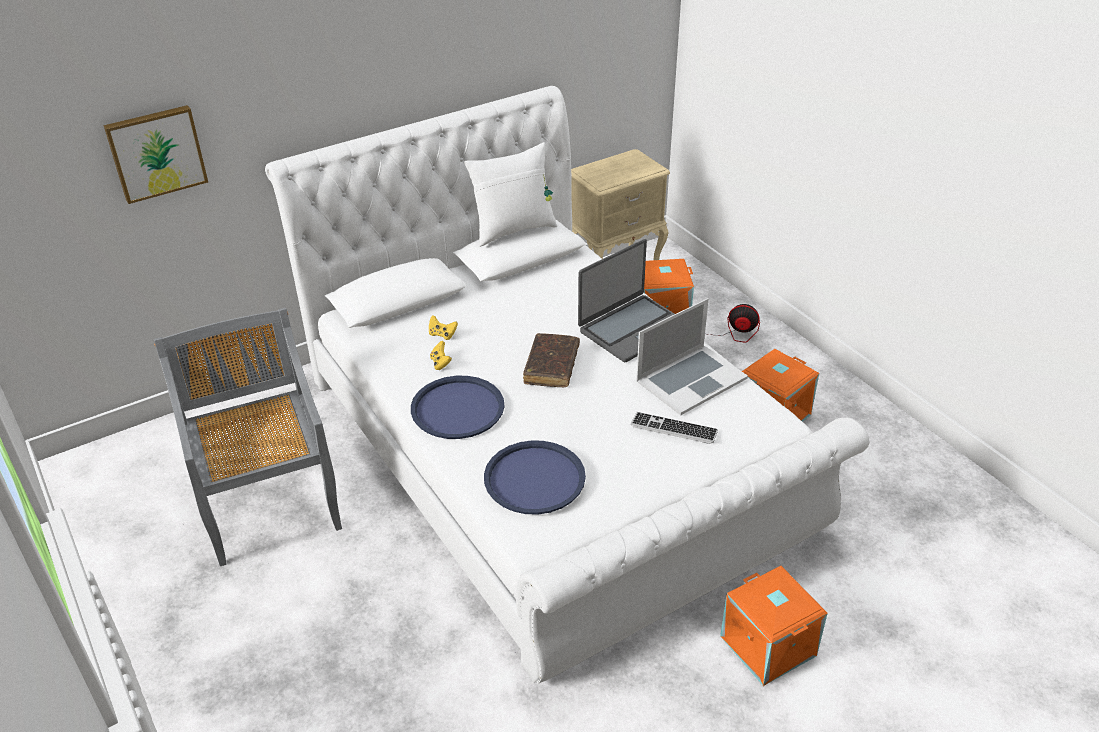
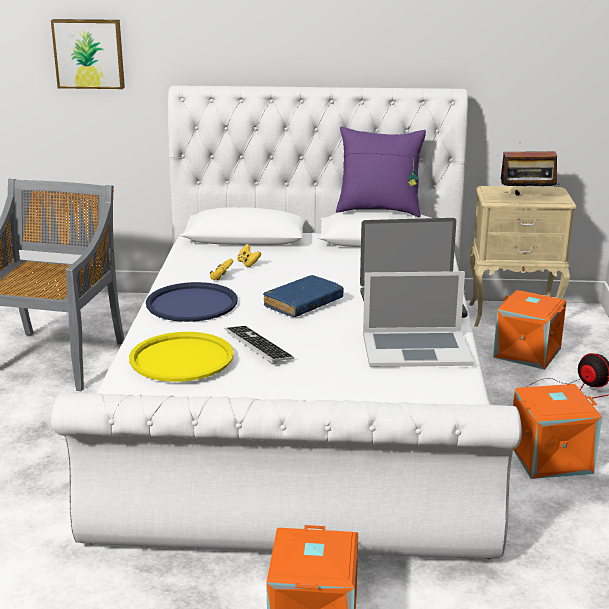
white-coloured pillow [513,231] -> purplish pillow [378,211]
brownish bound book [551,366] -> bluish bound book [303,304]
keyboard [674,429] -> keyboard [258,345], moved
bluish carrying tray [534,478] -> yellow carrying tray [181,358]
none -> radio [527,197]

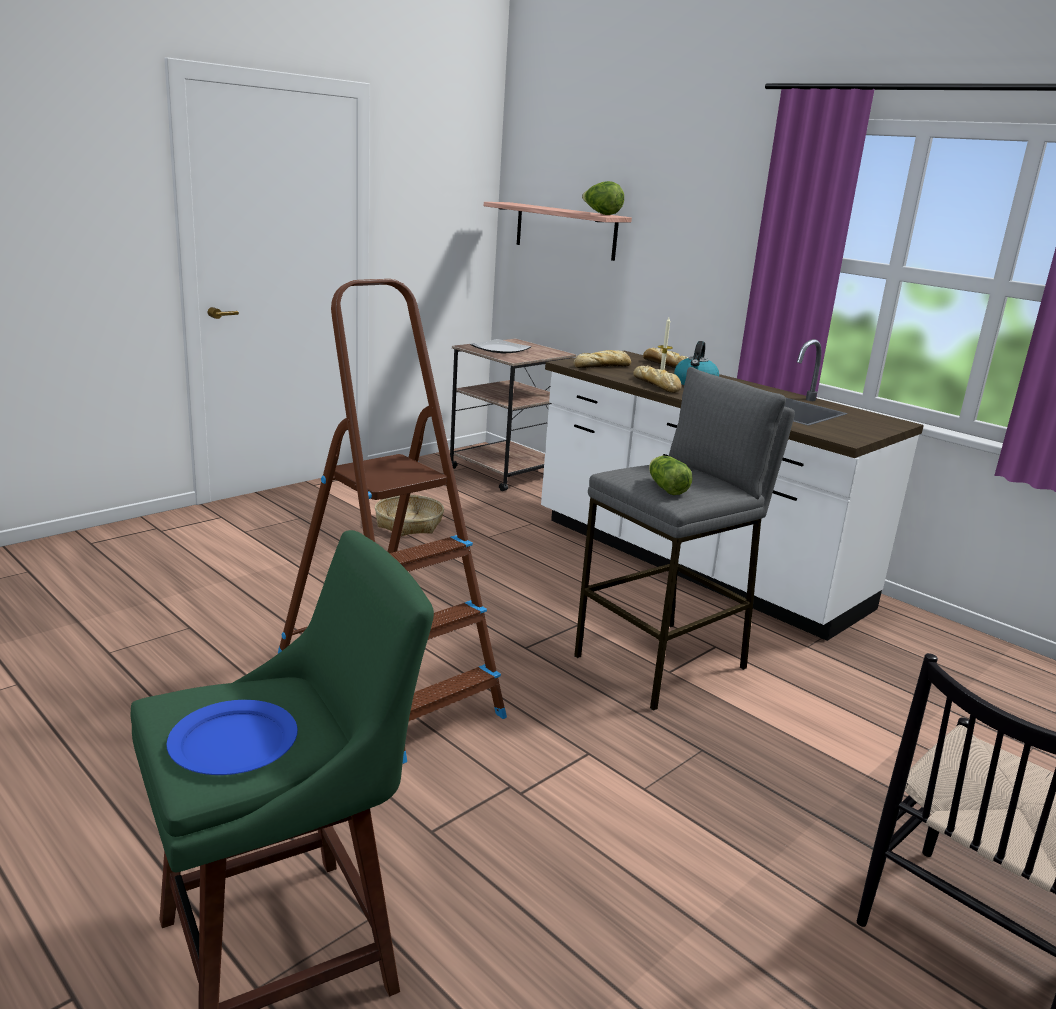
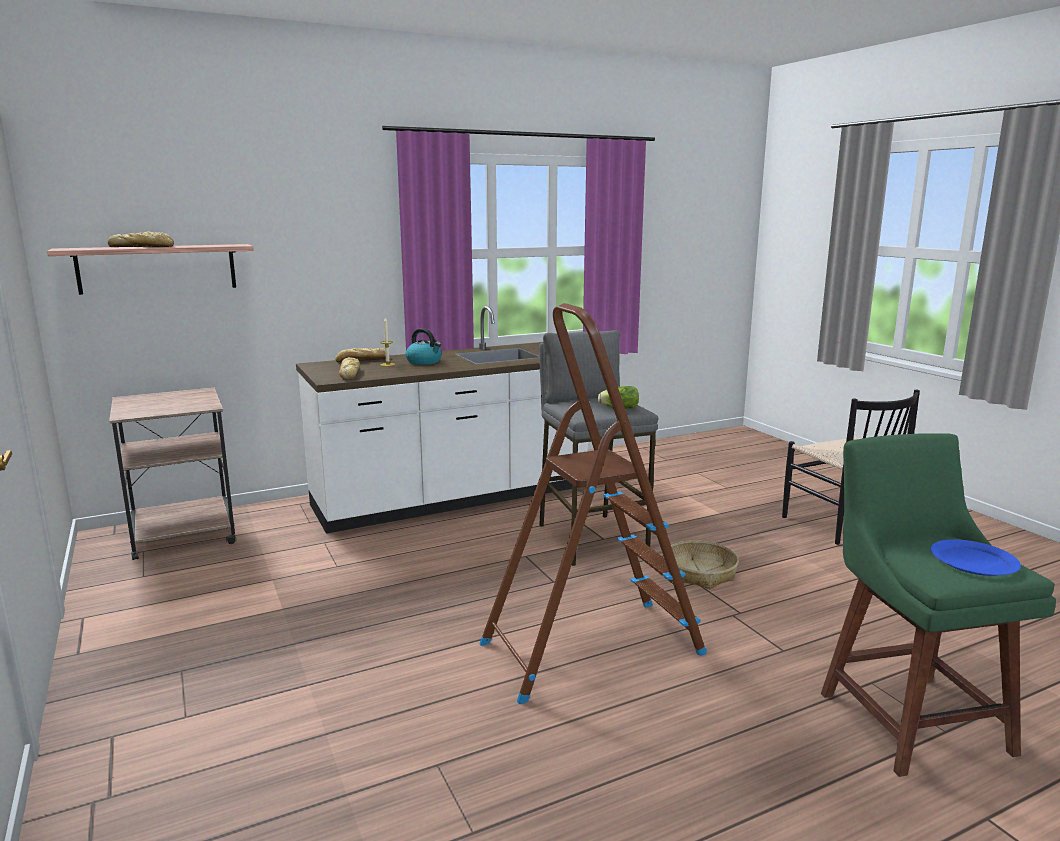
lettuce head [601,214] -> none
flat dish [500,349] -> none
bread [656,385] -> bread [143,247], moved
basket [408,524] -> basket [700,573], moved

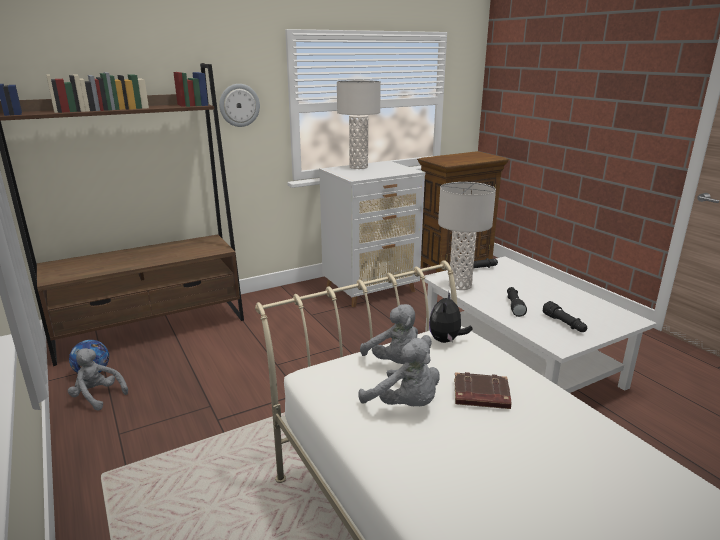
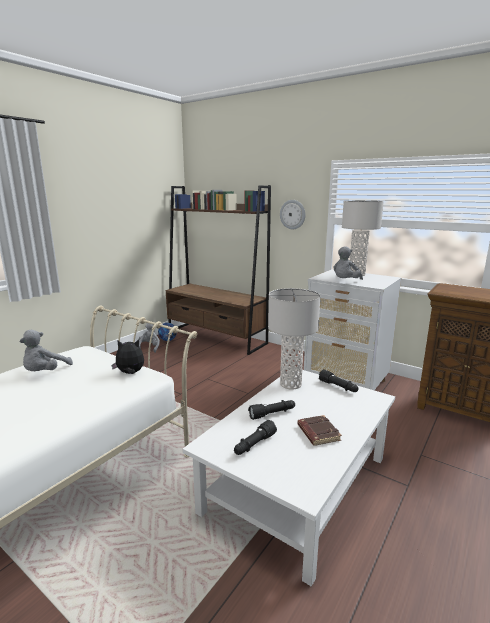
grey cuddly toy [397,363] -> grey cuddly toy [345,282], moved
brownish bound book [480,396] -> brownish bound book [317,433], moved

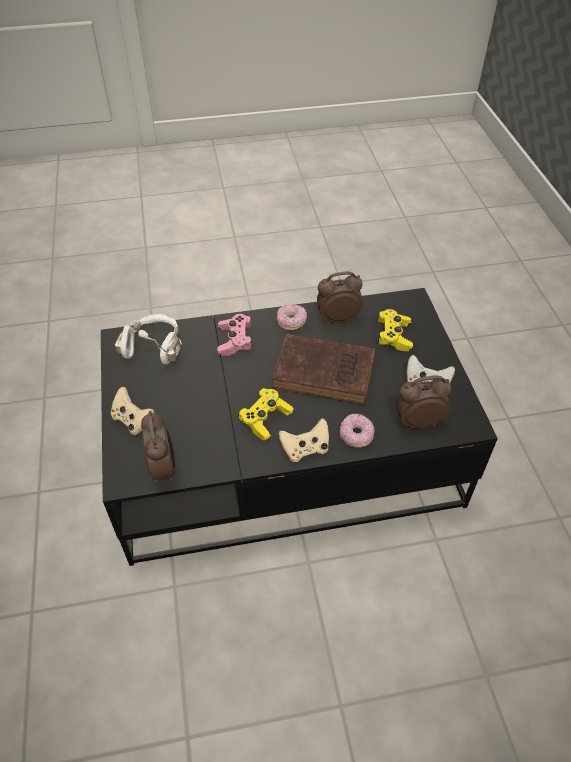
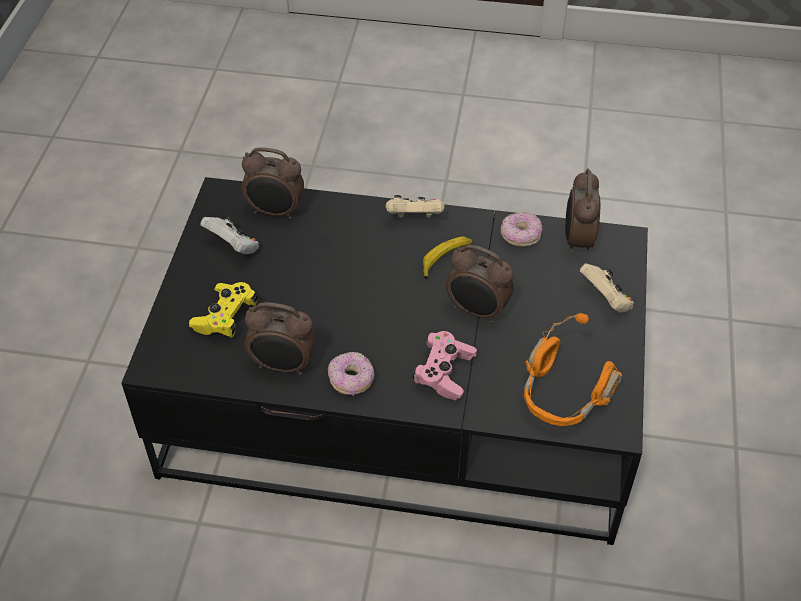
white-coloured headset [154,347] -> orange-coloured headset [563,396]
brownish bound book [327,373] -> none
yellow joypad [265,419] -> whole banana [445,260]
doughnut [356,435] -> doughnut [520,236], moved
none -> bedside clock [477,311]

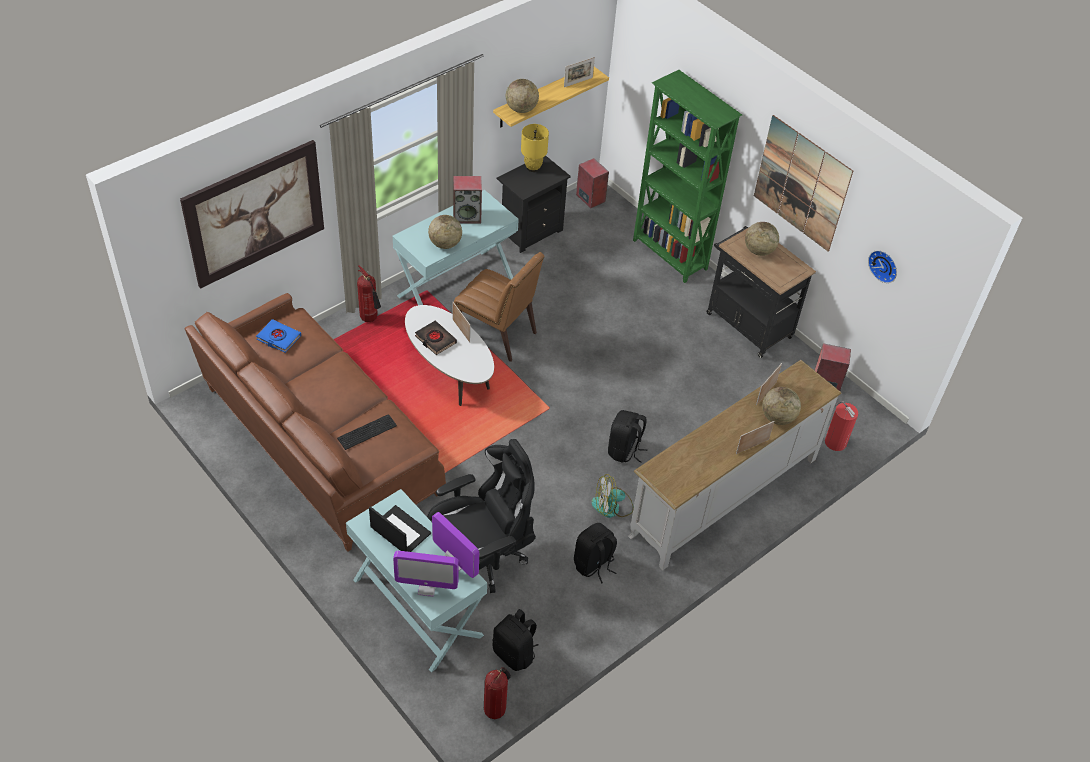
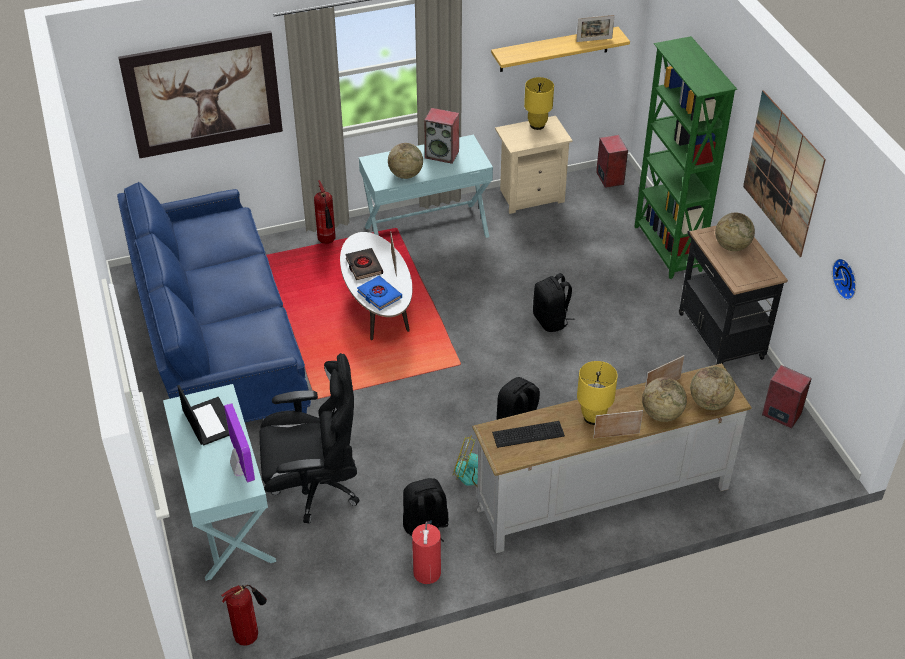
desk globe [521,109] -> desk globe [709,403], moved
blackish bedside table [530,231] -> beige-coloured bedside table [530,196]
brownish plain chair [496,333] -> none
brownish sofa [318,442] -> bluish sofa [217,339]
bluish bound book [278,338] -> bluish bound book [379,295], moved
fire extinguisher [835,441] -> fire extinguisher [427,571], moved
keyboard [366,431] -> keyboard [527,433], moved
monitor [427,588] -> none
blackish rucksack [515,653] -> blackish rucksack [551,321], moved
none -> yellow lamp for a table [593,417]

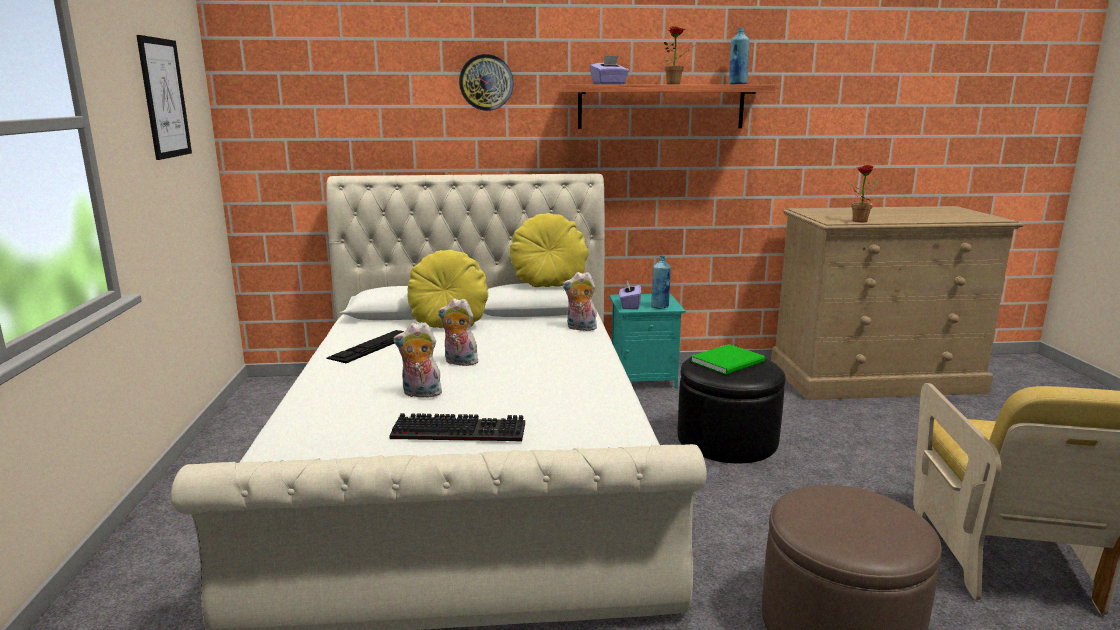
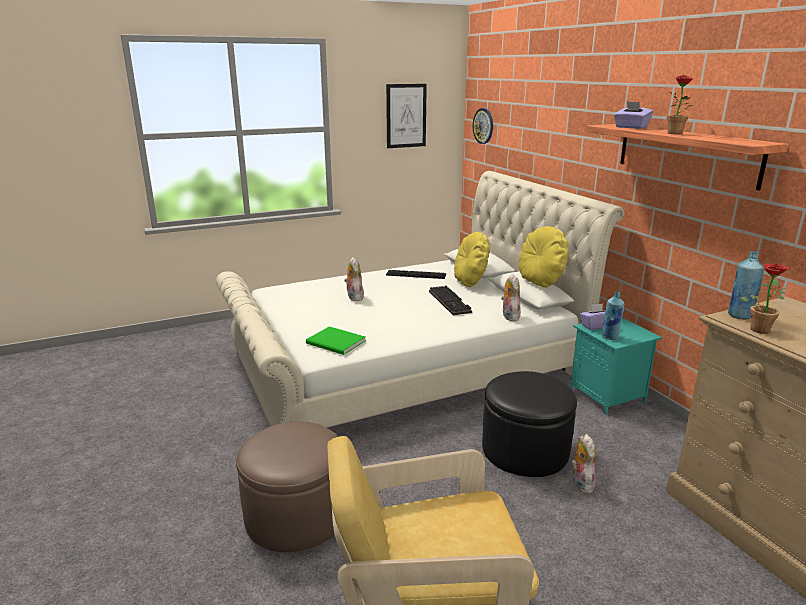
bluish beverage bottle [737,84] -> bluish beverage bottle [739,315], moved
wall clock [486,82] -> wall clock [483,126], moved
cuddly toy [459,362] -> cuddly toy [580,483], moved
greenish bound book [730,361] -> greenish bound book [336,343], moved
keyboard [461,430] -> keyboard [451,302], moved

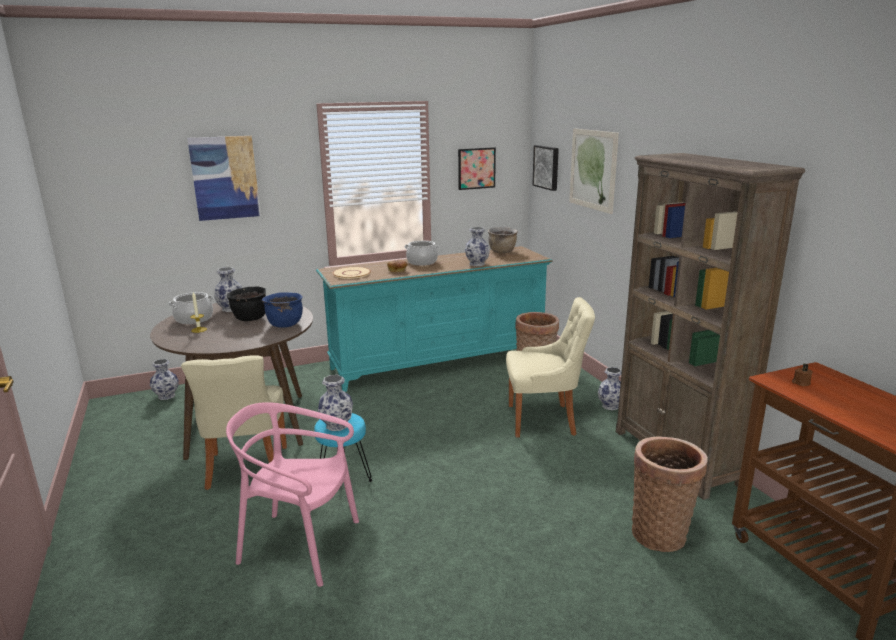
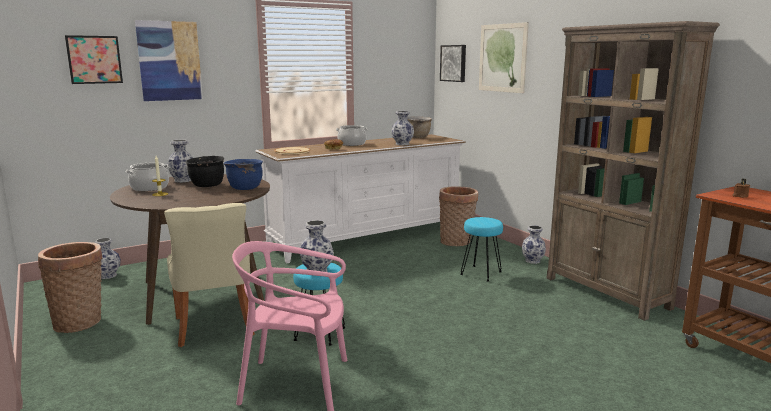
wall art [476,168] -> wall art [94,59], moved
blue-green cabinet [439,363] -> white-coloured cabinet [367,238]
beige-coloured plain chair [544,420] -> blue-green stool [481,273]
basket [661,533] -> basket [80,321], moved

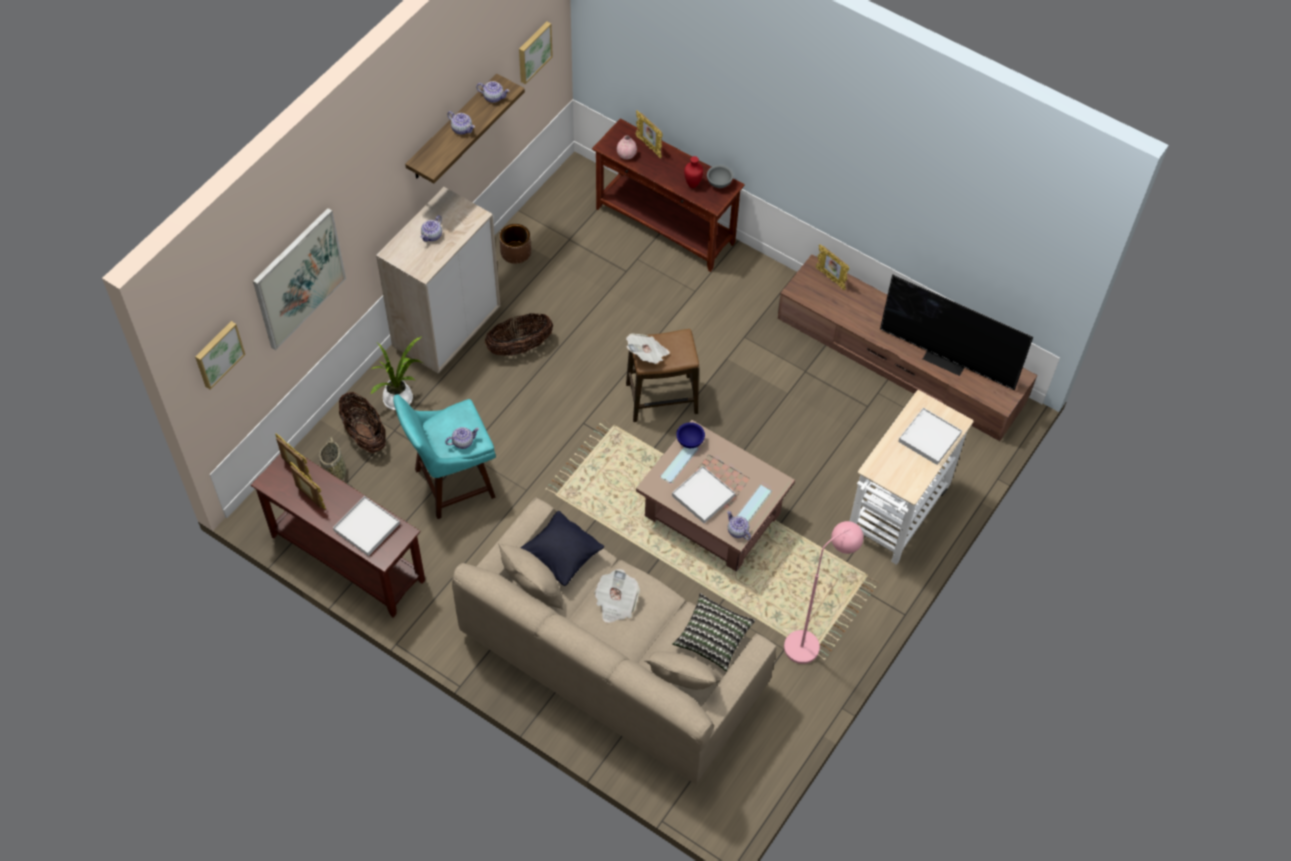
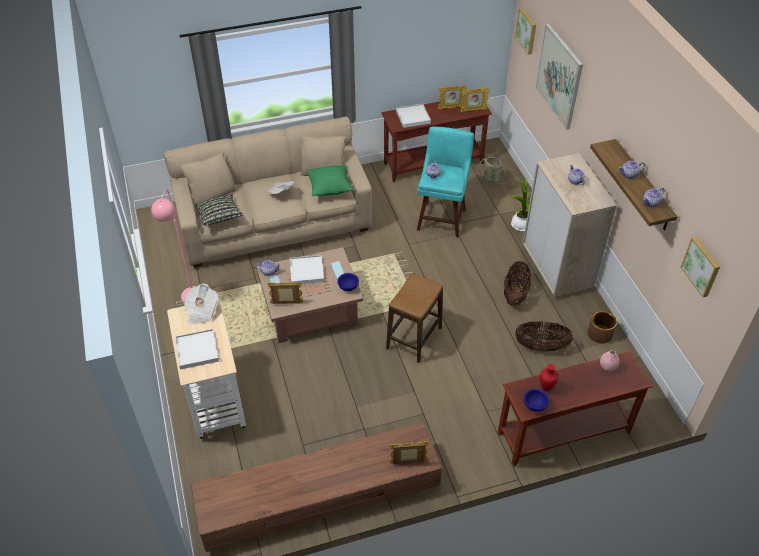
photo frame [649,146] -> photo frame [286,303], moved
grey deep dish [719,183] -> bluish deep dish [534,406]
TV set [946,359] -> none
printed paper [647,355] -> printed paper [201,311], moved
basket [364,435] -> basket [541,346], moved
blackish pillow [561,556] -> greenish pillow [330,188]

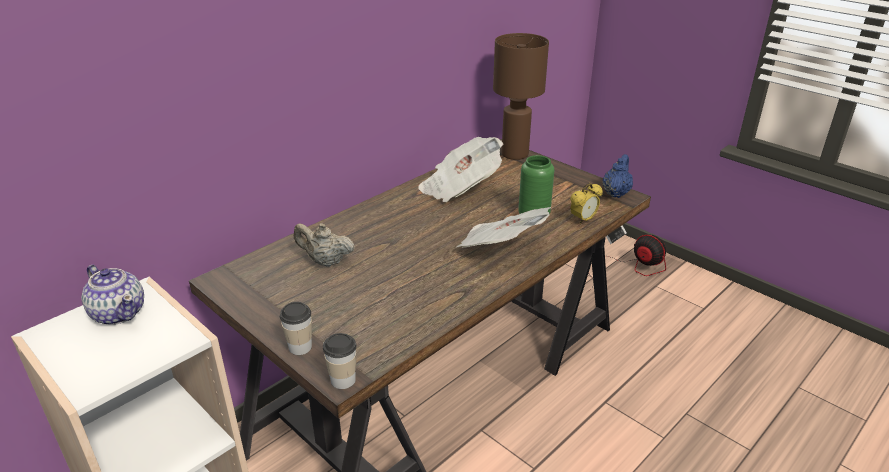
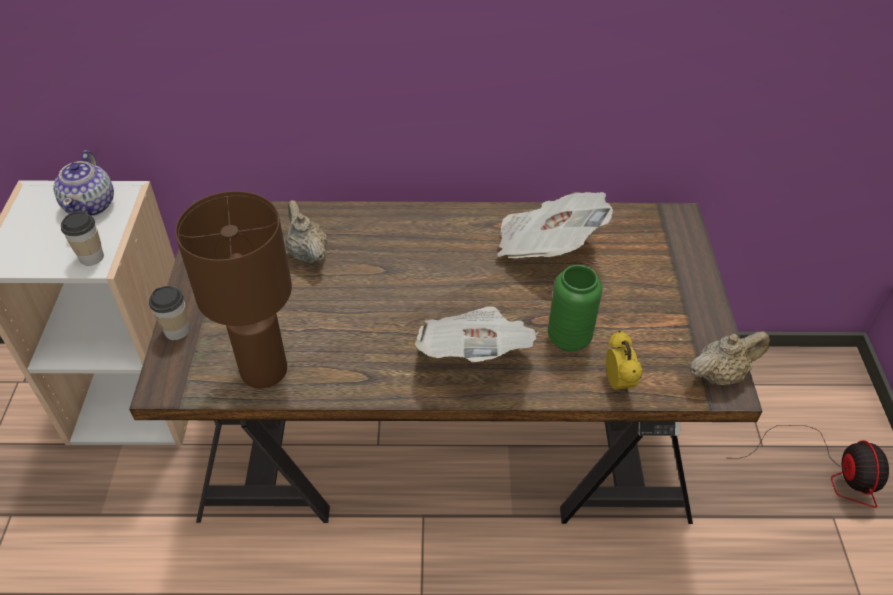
brownish lamp for a table [515,155] -> brownish lamp for a table [263,371], moved
bluish teapot [616,193] -> beige-coloured teapot [721,374]
bedside clock [583,220] -> bedside clock [618,383], 105 degrees counterclockwise
drinking cup [343,380] -> drinking cup [91,257], moved

